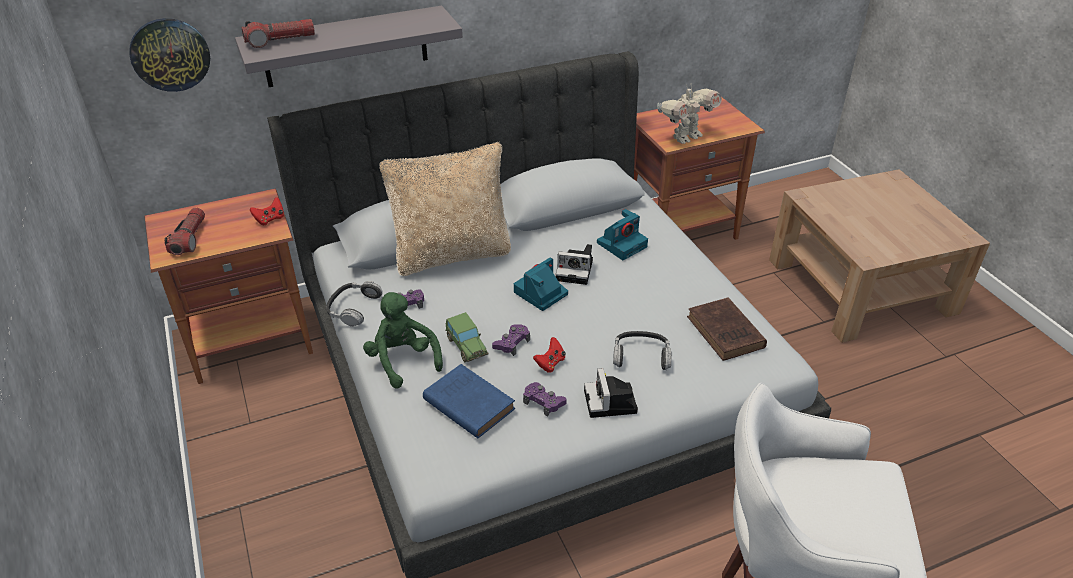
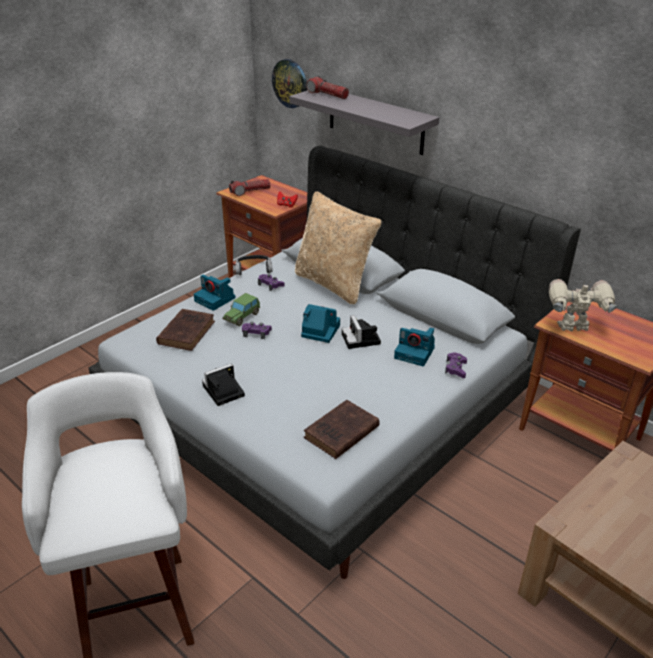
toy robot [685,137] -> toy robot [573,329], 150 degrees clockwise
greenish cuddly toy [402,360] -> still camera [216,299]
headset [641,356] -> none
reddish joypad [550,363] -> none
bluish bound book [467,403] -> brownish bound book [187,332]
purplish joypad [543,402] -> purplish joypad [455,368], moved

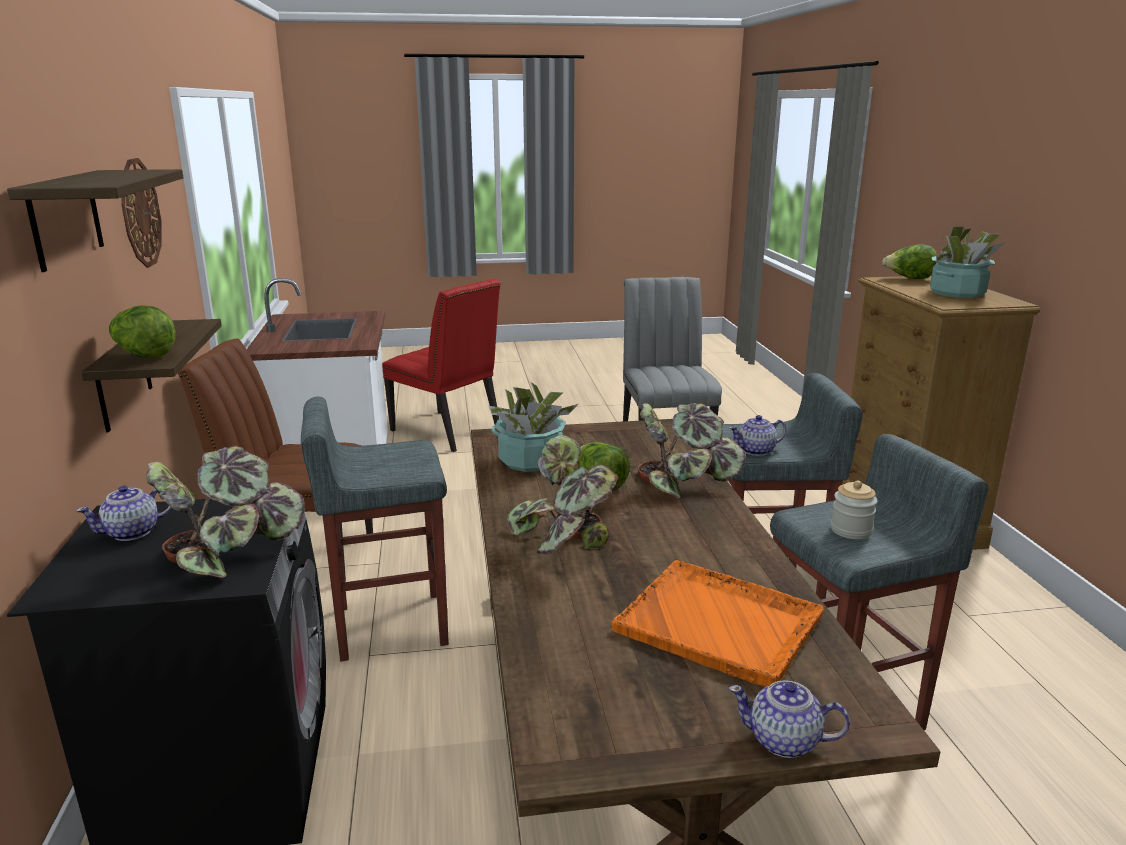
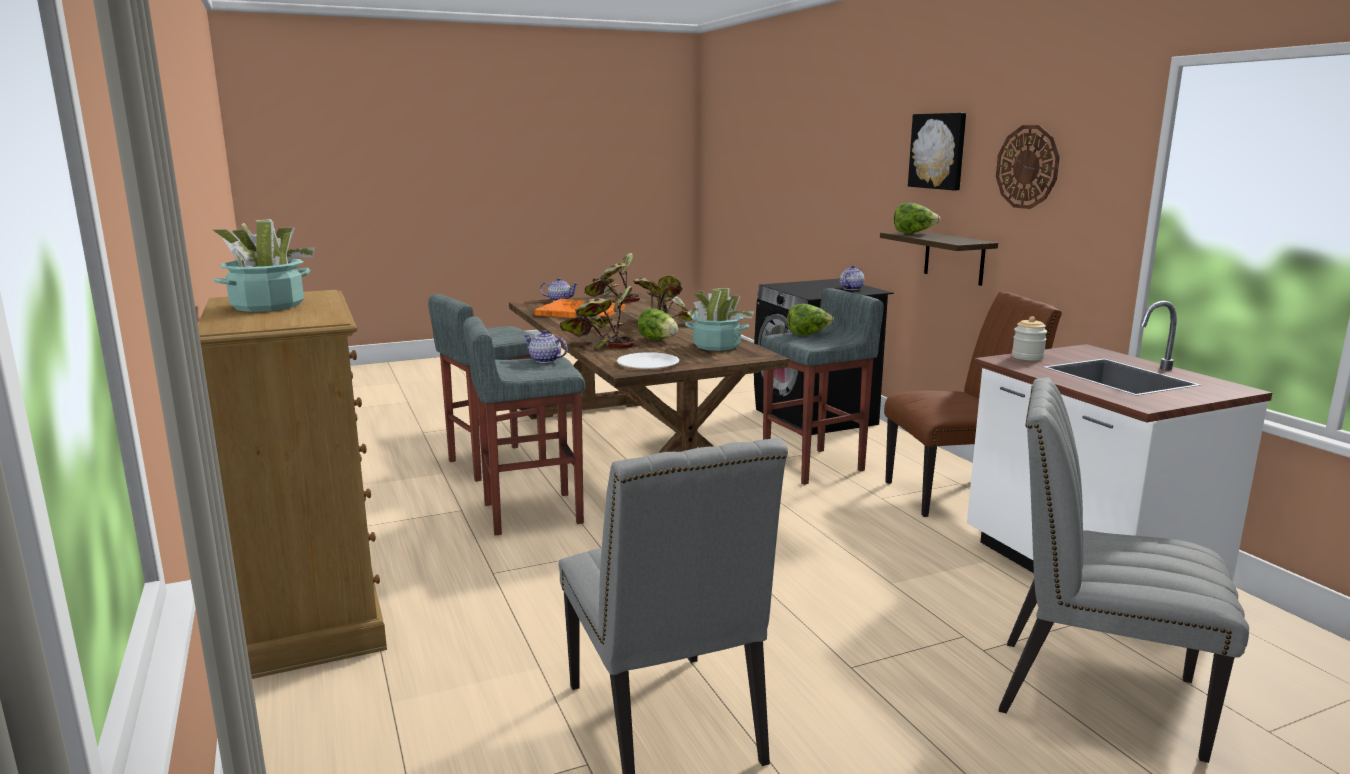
wall shelf [65,218] -> wall art [938,151]
lettuce head [909,279] -> lettuce head [808,334], moved
reddish plain chair [445,431] -> grey plain chair [1099,696]
teapot [756,451] -> teapot [545,360], 120 degrees counterclockwise
potted plant [232,550] -> potted plant [612,301], moved
jar [851,530] -> jar [1027,357], moved
none -> white-coloured flat dish [647,363]

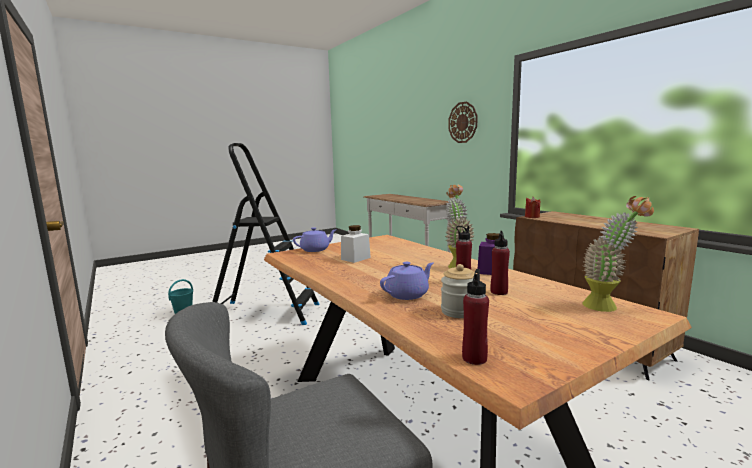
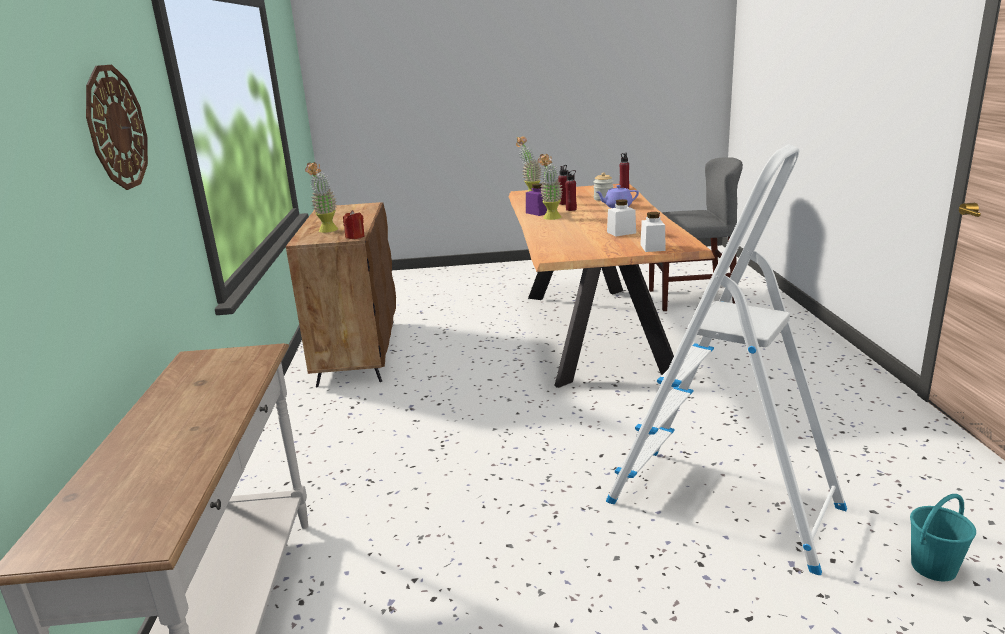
blackish stepladder [266,313] -> white-coloured stepladder [721,504]
purplish teapot [315,249] -> white-coloured jar [652,247]
none -> potted plant [327,231]

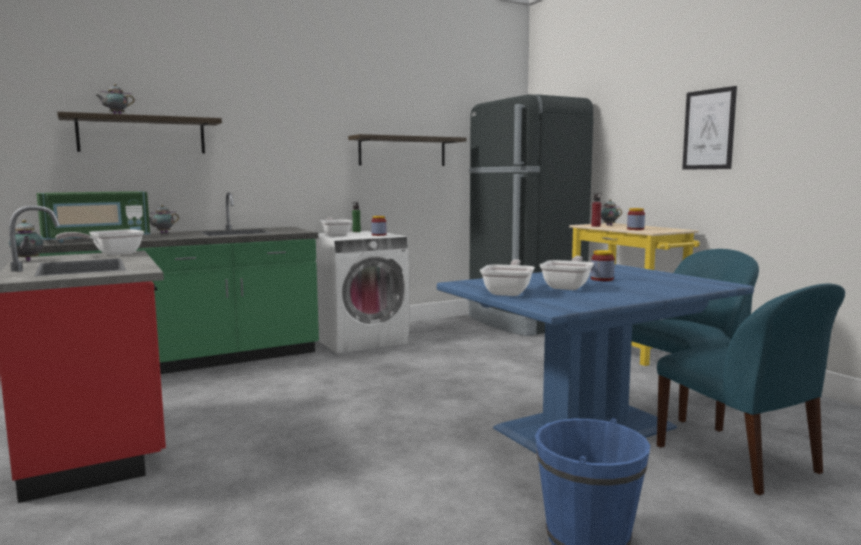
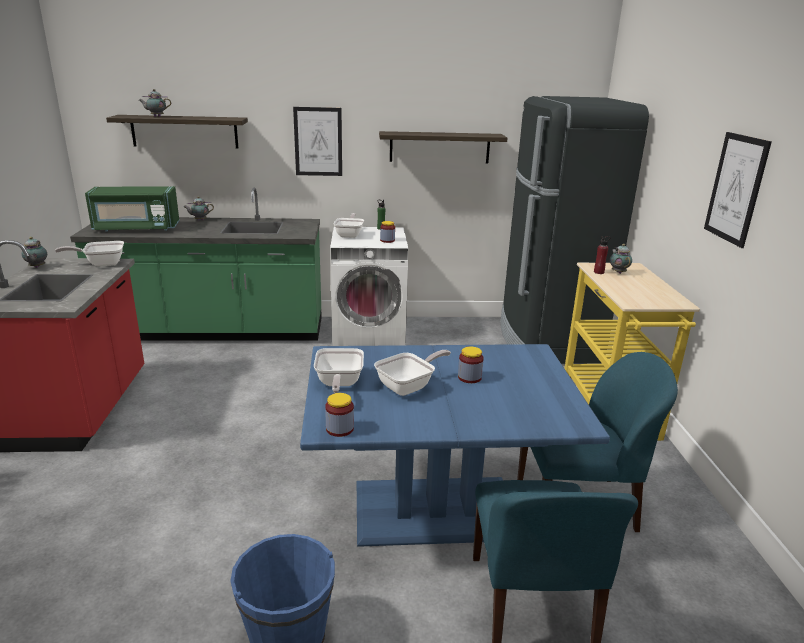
jar [635,229] -> jar [339,429], moved
frying pan [509,292] -> frying pan [338,384], 135 degrees clockwise
none -> wall art [318,142]

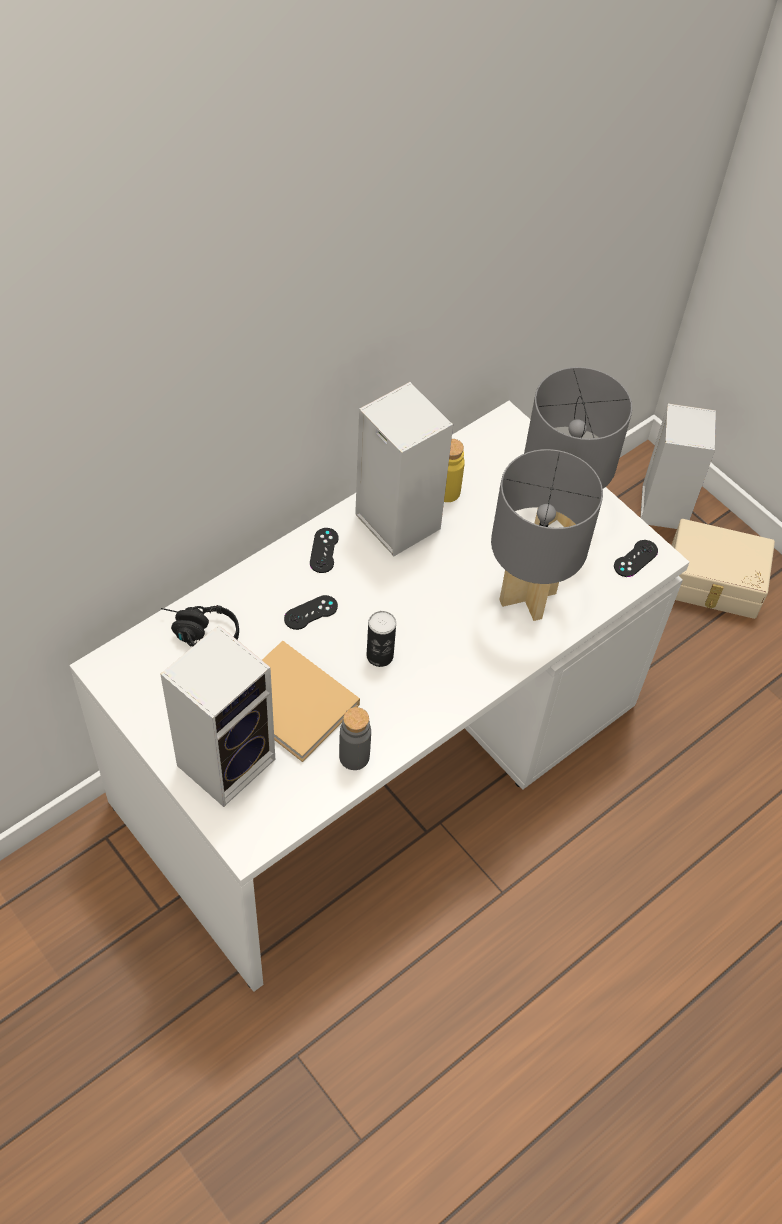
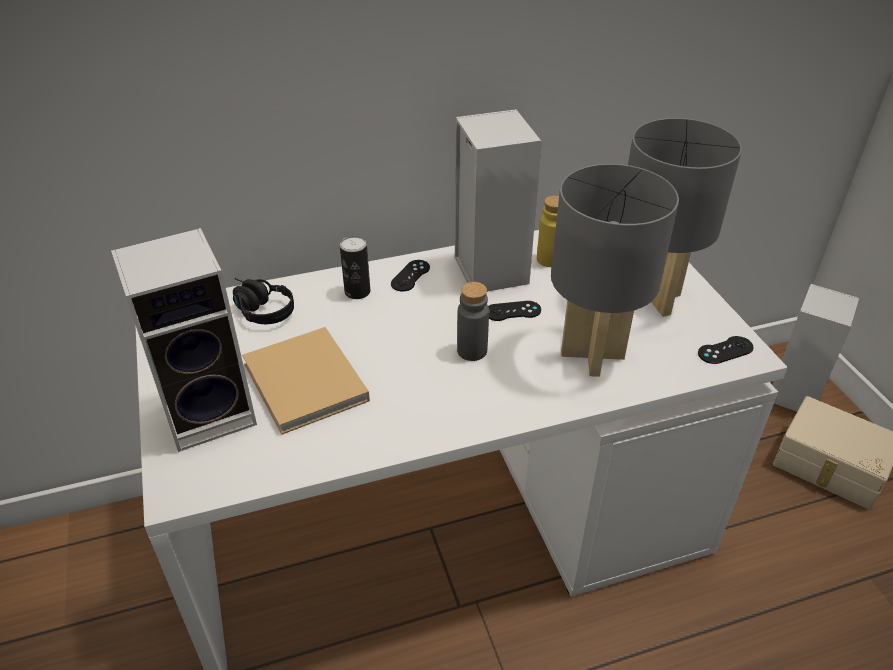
blackish joypad [311,612] -> blackish joypad [513,311], moved
can [380,655] -> can [357,292], moved
grey beverage bottle [354,757] -> grey beverage bottle [472,351], moved

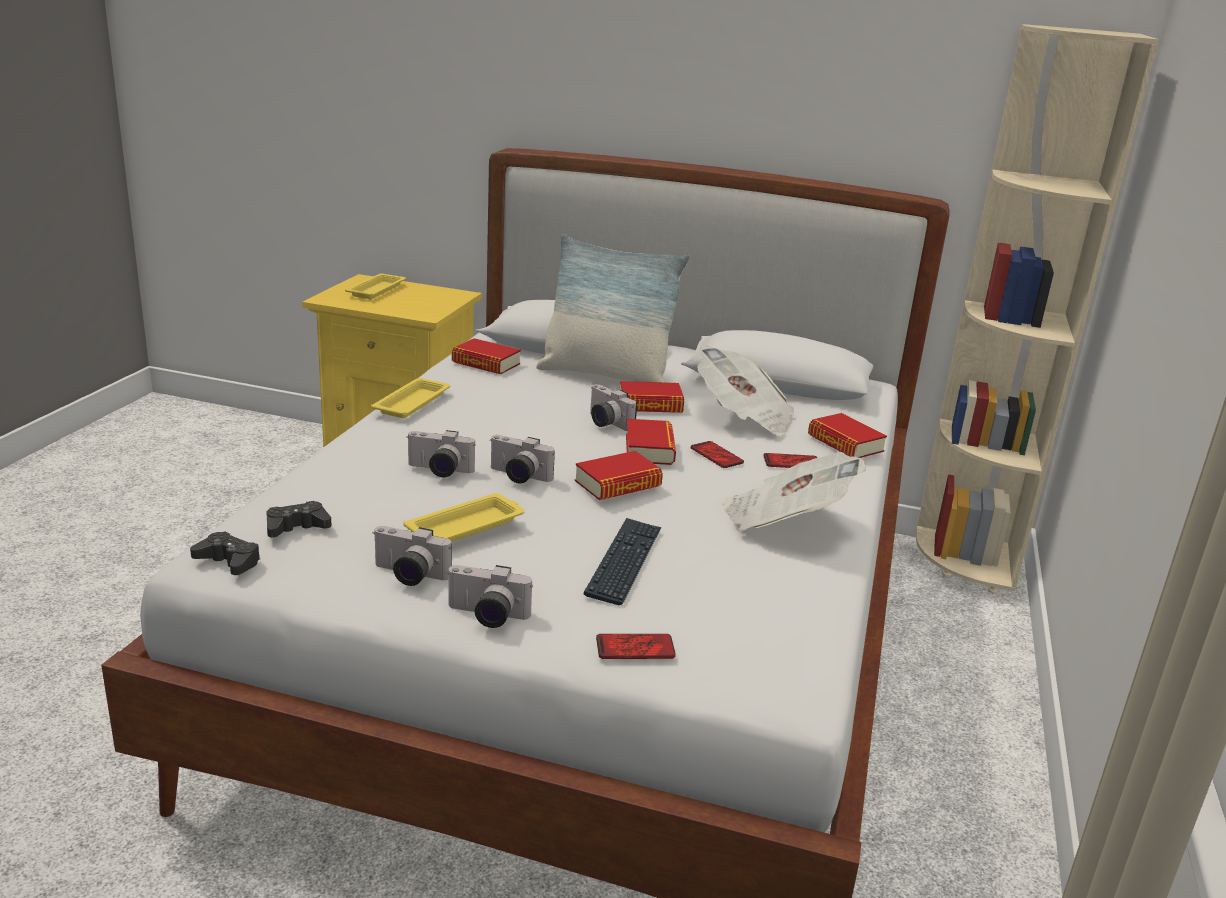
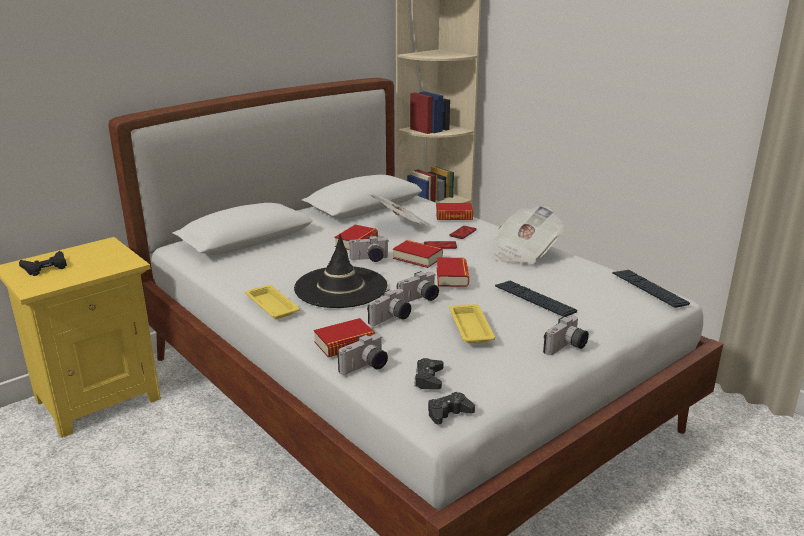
pillow [605,375] -> none
yellow carrying tray [377,290] -> blackish joypad [45,267]
bound book [486,363] -> bound book [345,343], moved
still camera [408,576] -> still camera [365,367], moved
phone [635,648] -> none
none -> blackish wearable hat [340,287]
none -> keyboard [649,289]

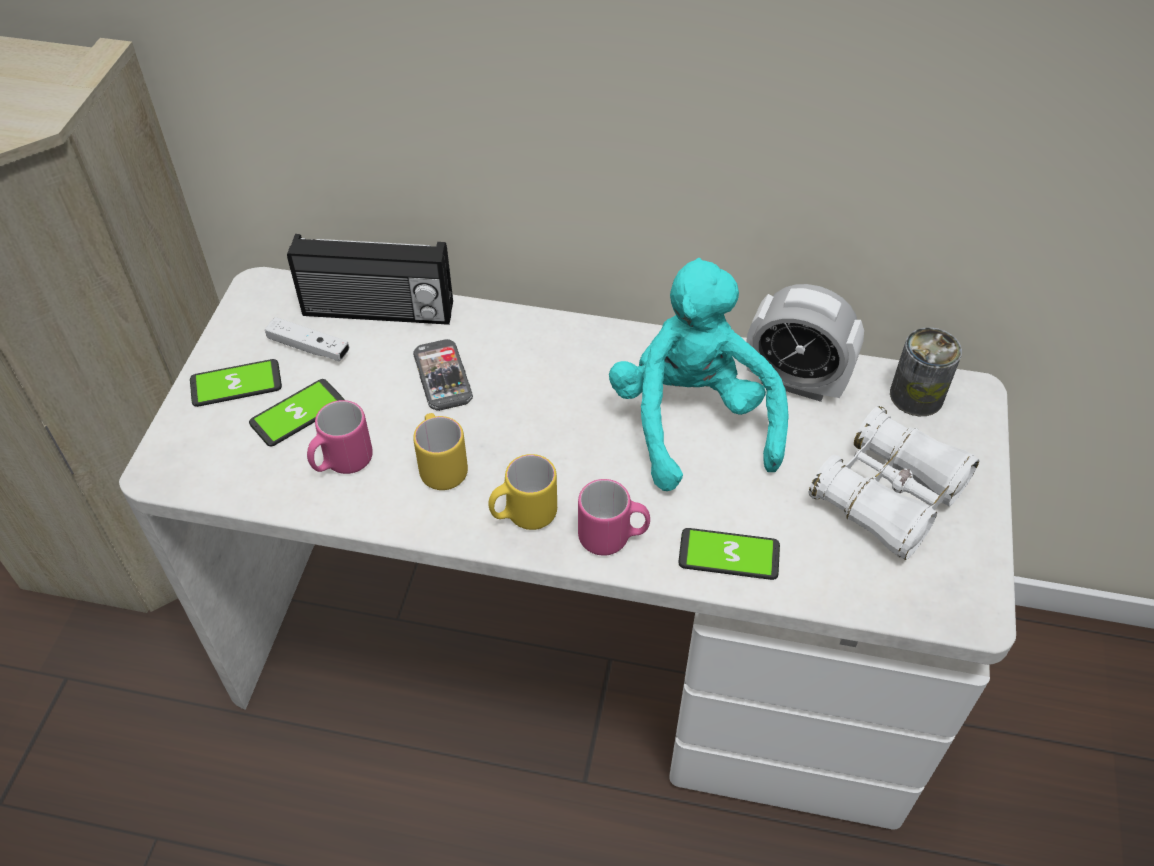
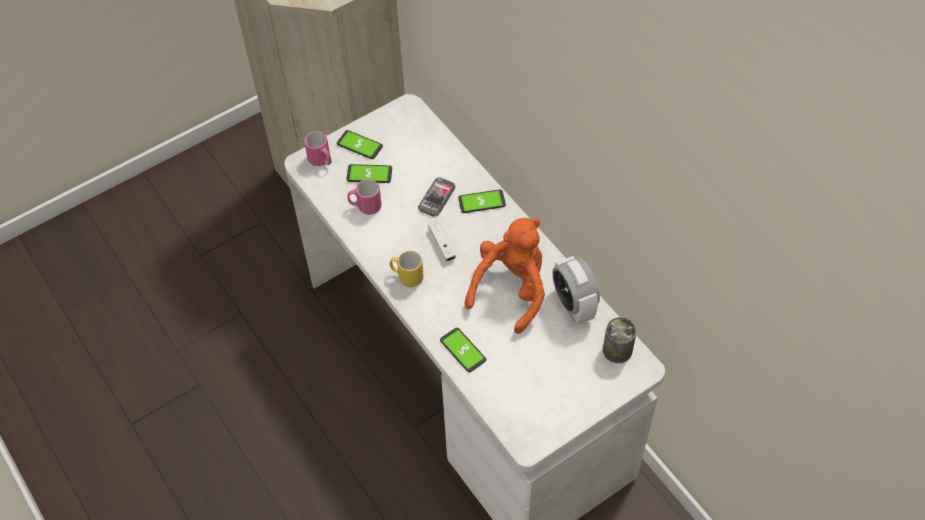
radio [378,312] -> none
blue-green cuddly toy [692,421] -> orange-coloured cuddly toy [511,289]
white-coloured joypad [309,347] -> white-coloured joypad [442,244], moved
white-coloured binoculars [888,496] -> none
yellow mug [441,466] -> none
pinkish mug [613,537] -> pinkish mug [322,161], moved
none -> phone [482,202]

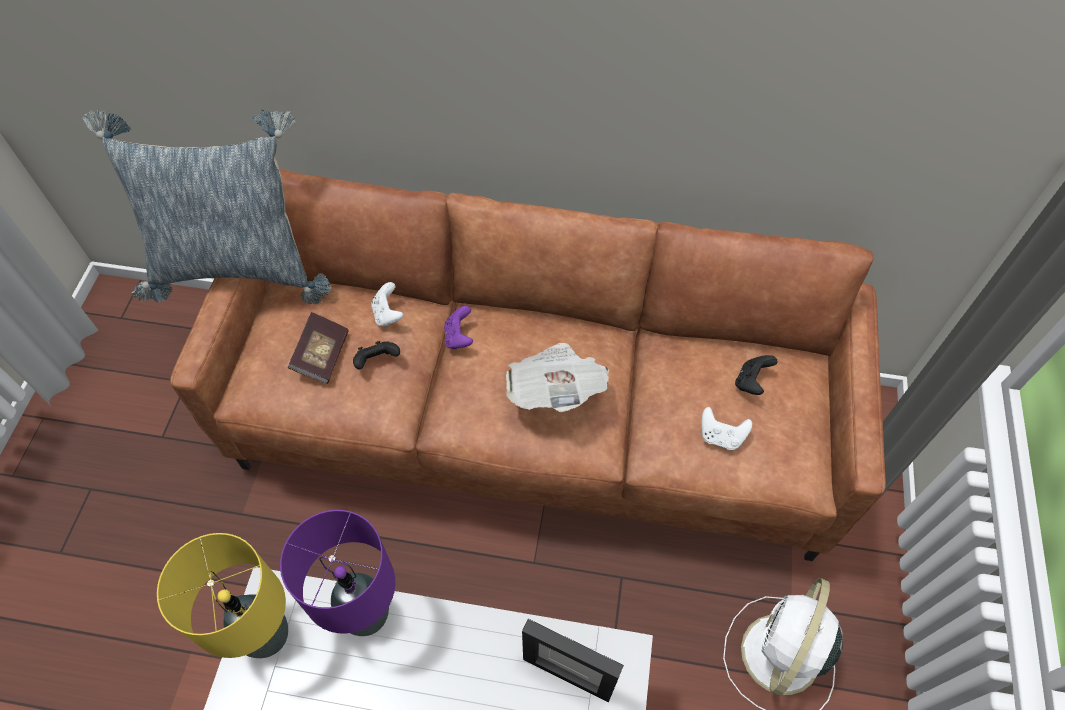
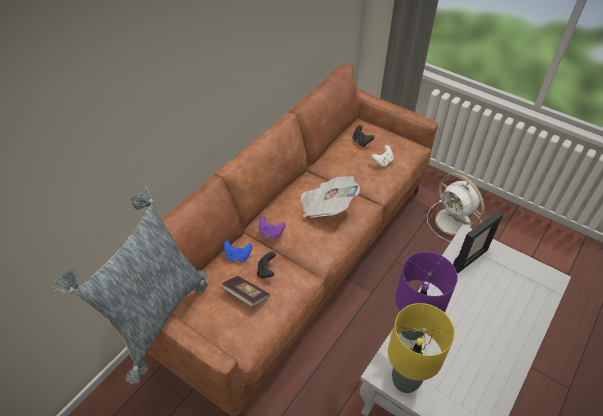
white-coloured joypad [388,314] -> bluish joypad [237,256]

